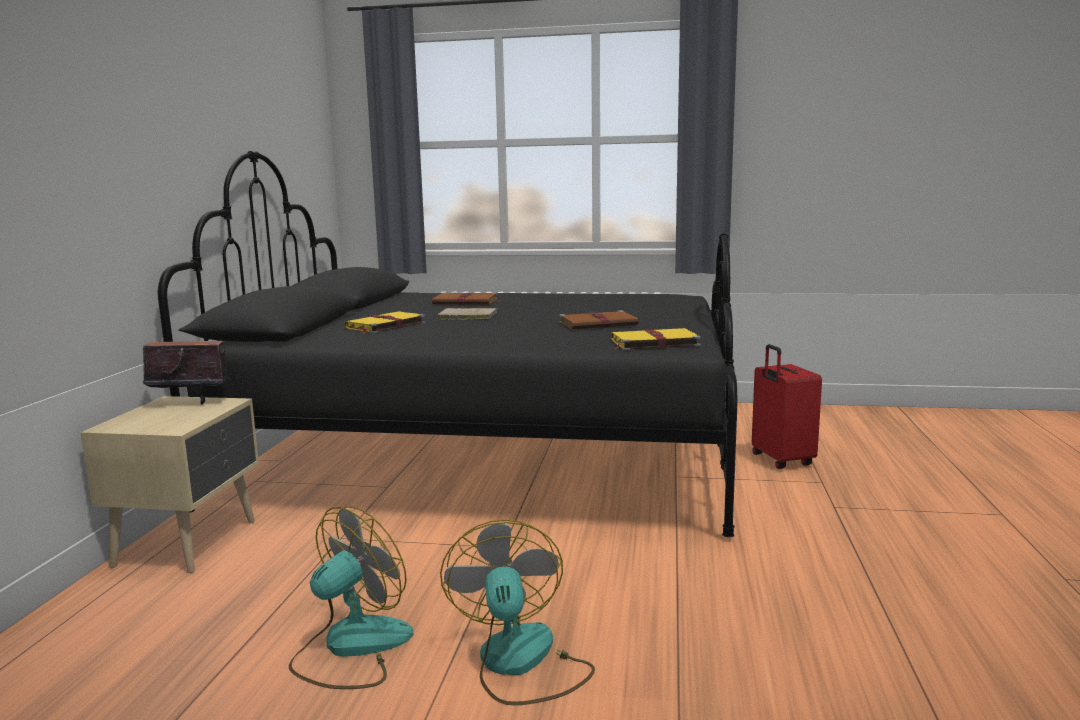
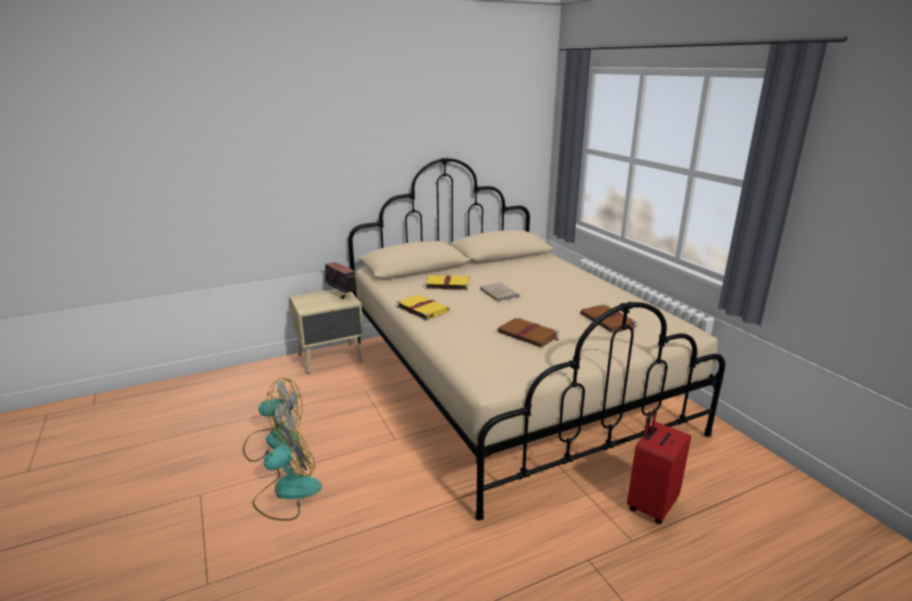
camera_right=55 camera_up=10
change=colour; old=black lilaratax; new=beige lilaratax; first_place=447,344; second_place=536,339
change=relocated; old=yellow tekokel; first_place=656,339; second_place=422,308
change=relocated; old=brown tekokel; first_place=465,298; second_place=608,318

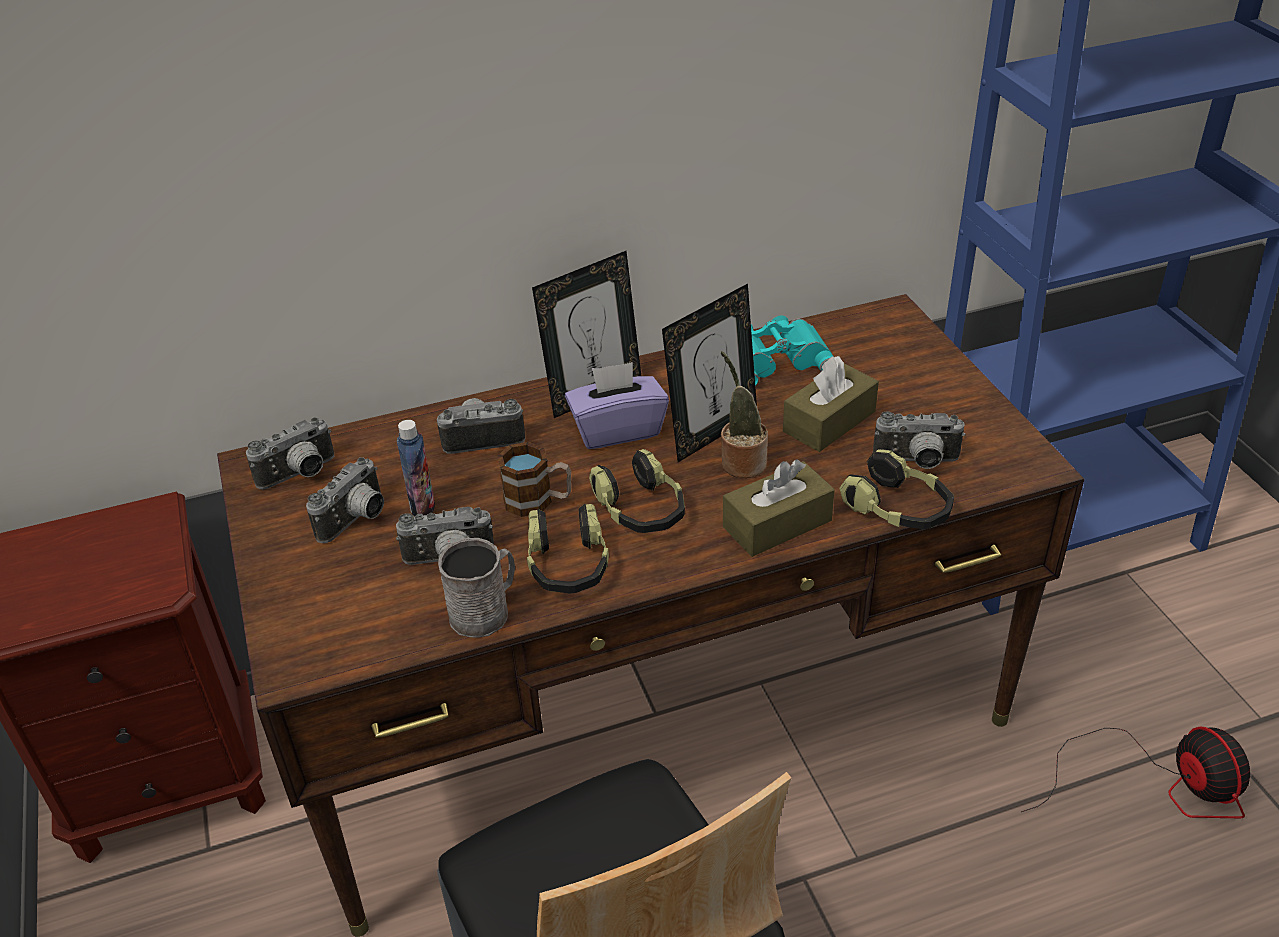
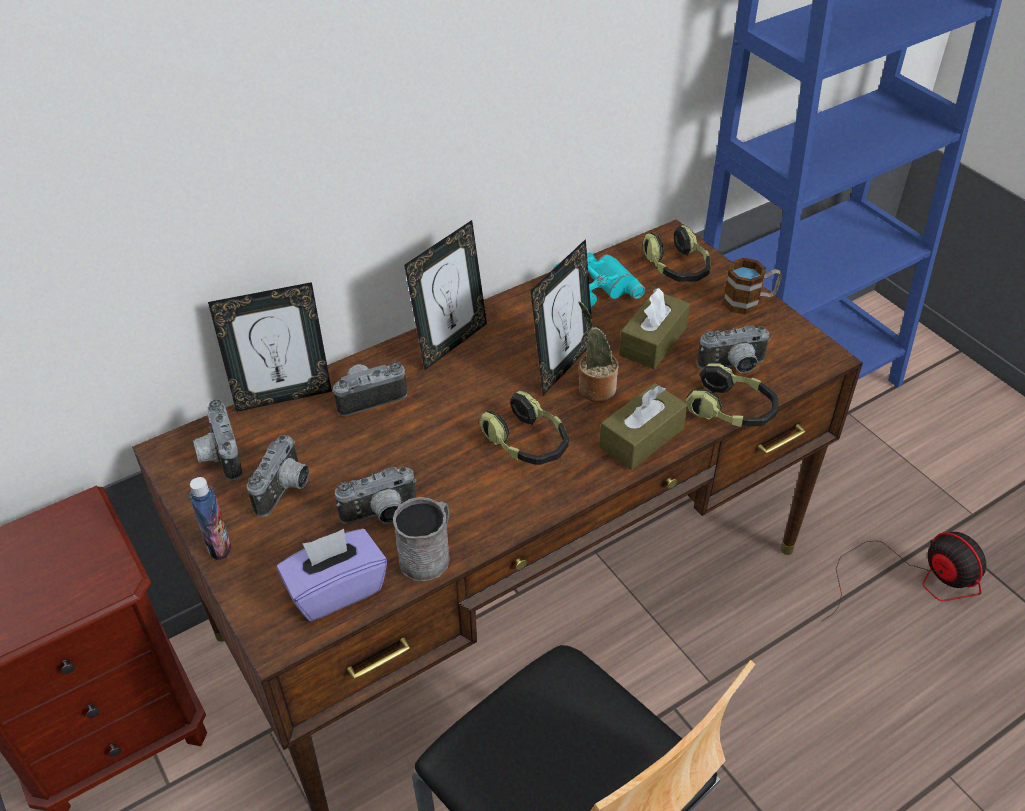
camera_right=-15 camera_up=5
change=relocated; old=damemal; first_place=416,468; second_place=210,518
change=spun; old=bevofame; first_place=290,453; second_place=218,440; degrees=120
change=appeared; new=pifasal; second_place=270,347
change=relocated; old=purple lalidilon; first_place=617,405; second_place=332,575
change=relocated; old=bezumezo; first_place=568,548; second_place=677,253
change=relocated; old=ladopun; first_place=534,479; second_place=752,286

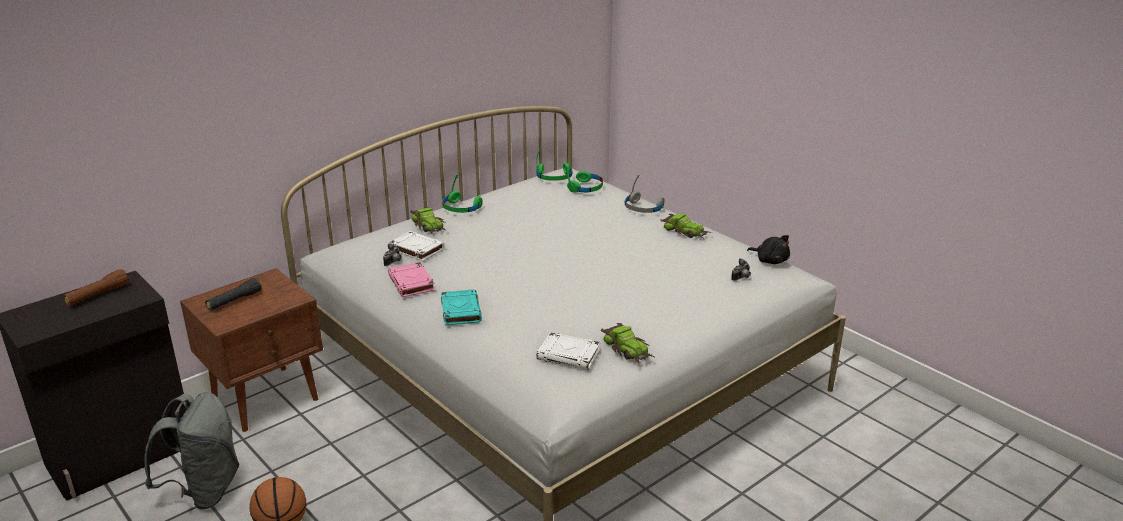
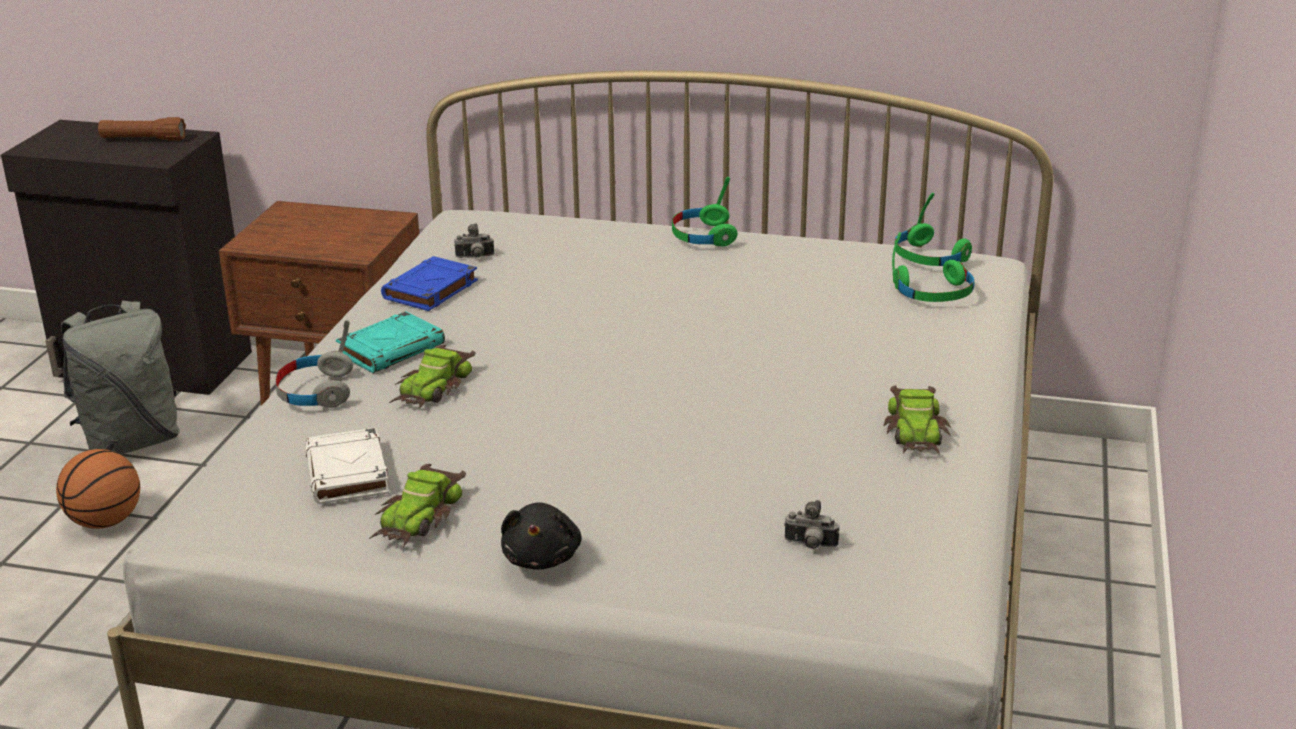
camera_right=55 camera_up=0
change=relocated; old=grey bezumezo; first_place=644,194; second_place=314,364
change=colour; old=pink tekokel; new=blue tekokel; first_place=411,279; second_place=429,283
change=relocated; old=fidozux; first_place=428,220; second_place=432,377
change=relocated; old=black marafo; first_place=768,249; second_place=541,536
change=missing; old=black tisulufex; first_place=233,294
change=missing; old=white tekokel; first_place=417,246

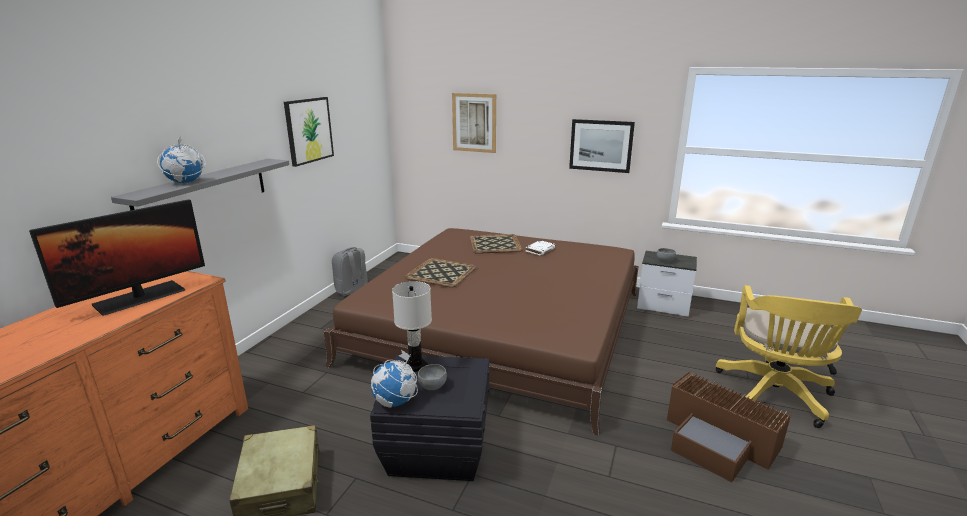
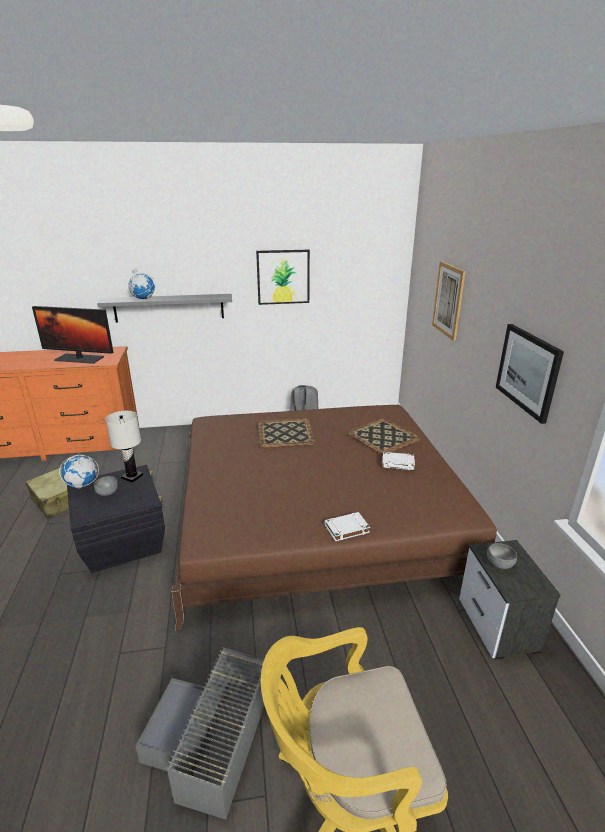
camera_right=60 camera_up=5
change=colour; old=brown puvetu; new=grey puvetu; first_place=729,426; second_place=200,733
change=appeared; new=white tekokel; second_place=347,526

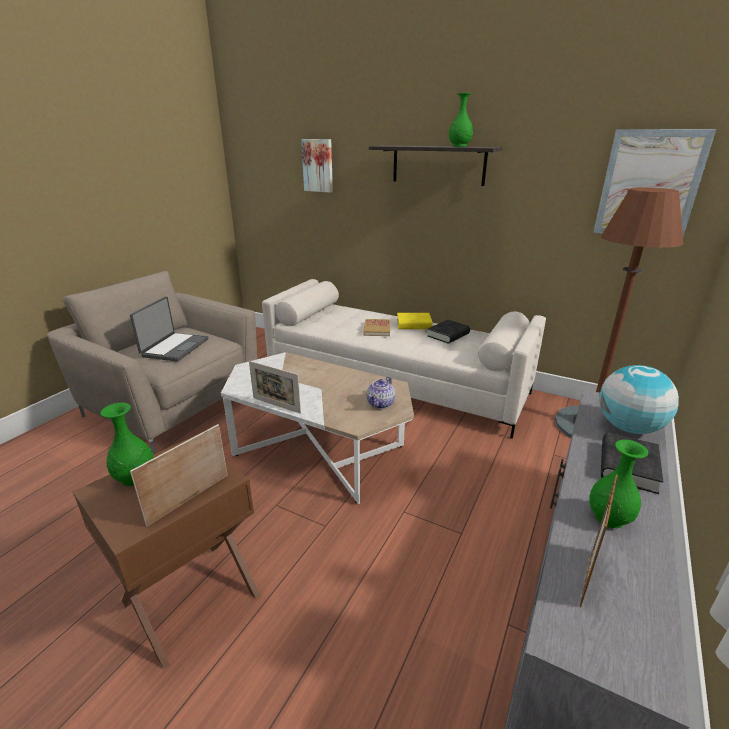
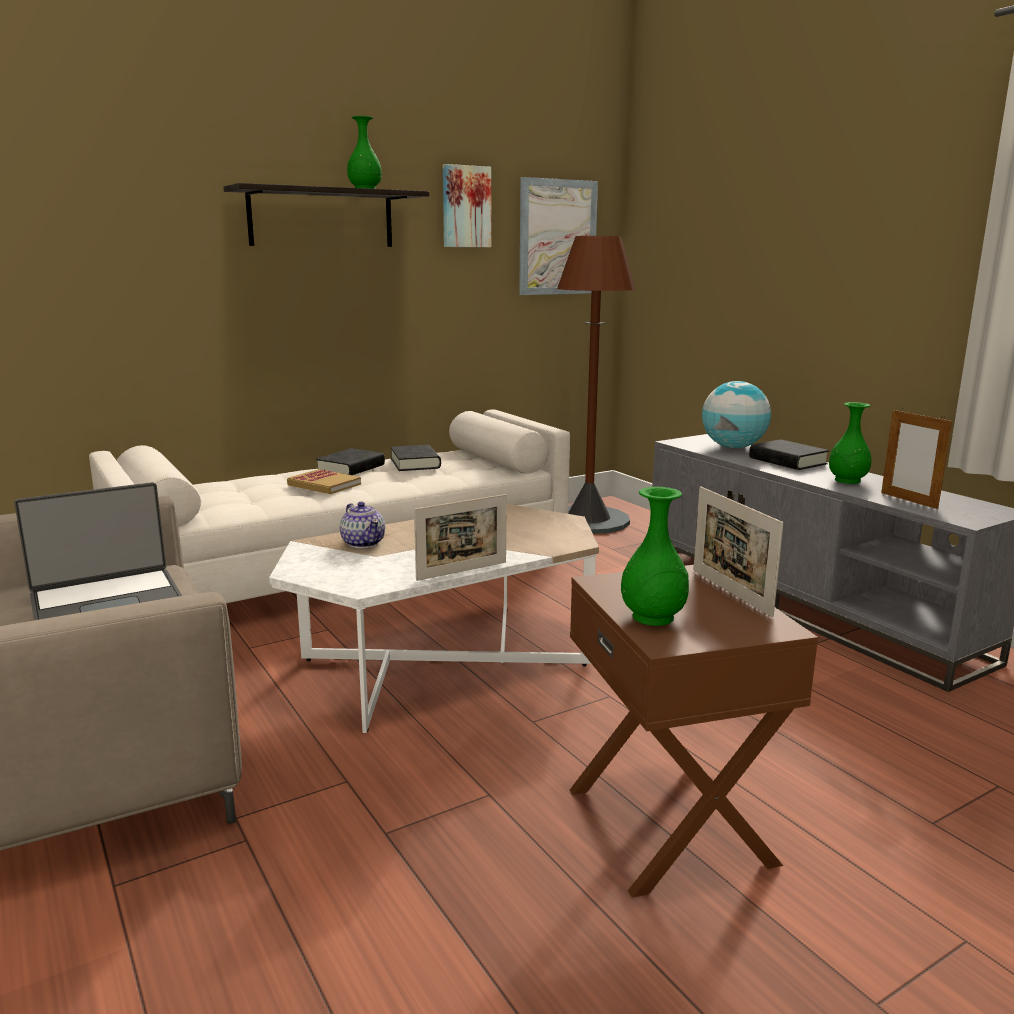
camera_right=-60 camera_up=-10
change=spun; old=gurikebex; first_place=169,328; second_place=98,551; degrees=105
change=colour; old=yellow tekokel; new=black tekokel; first_place=415,321; second_place=350,461
change=relocated; old=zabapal; first_place=381,393; second_place=362,525
change=relocated; old=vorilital; first_place=317,166; second_place=467,205

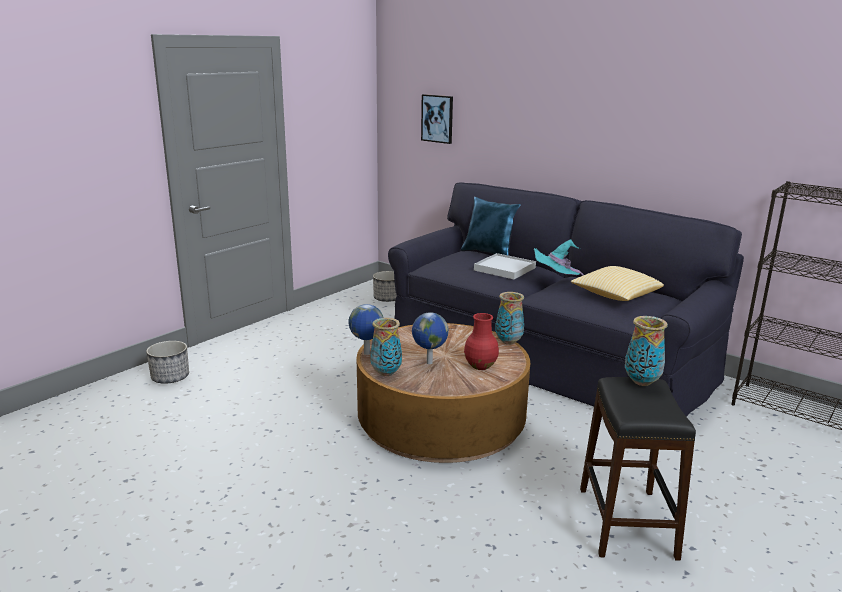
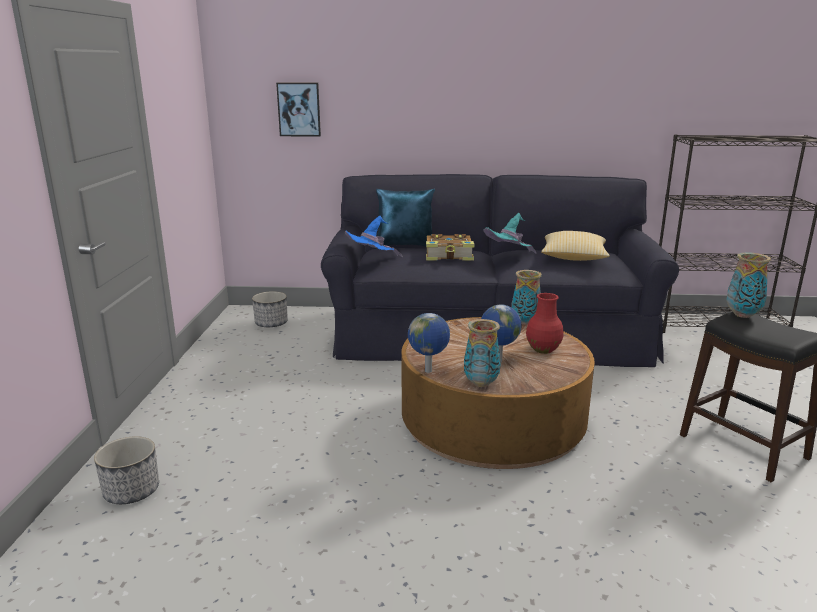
camera_right=-35 camera_up=0
change=appeared; new=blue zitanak; second_place=374,236
change=exchanged; old=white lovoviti; new=tekokel; first_place=505,266; second_place=450,247

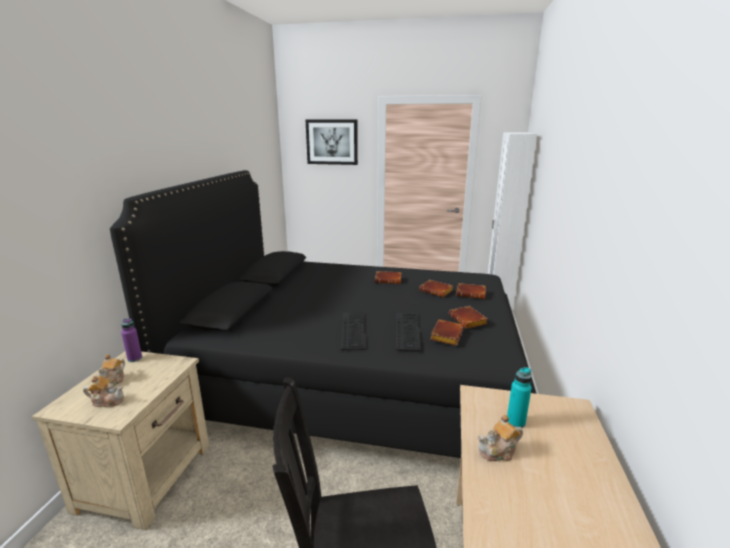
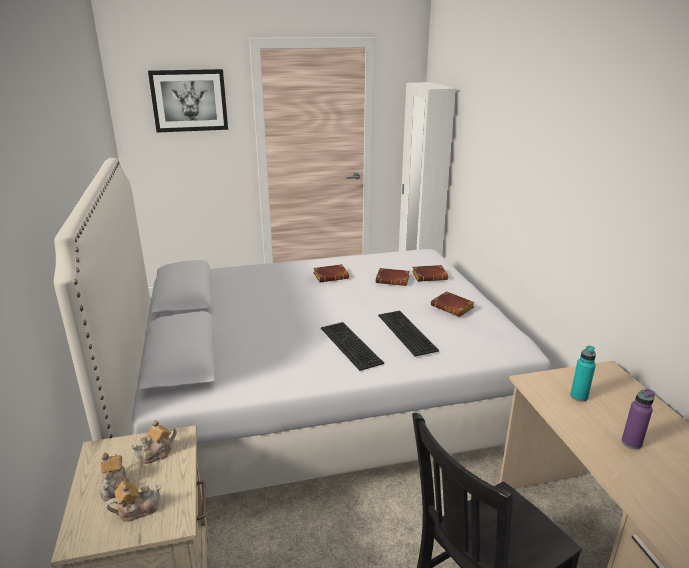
camera_right=-25 camera_up=5
change=colour; old=black lilaratax; new=white lilaratax; first_place=323,314; second_place=302,328
change=relocated; old=zabapal; first_place=500,437; second_place=153,442
change=relocated; old=purple damemal; first_place=131,340; second_place=638,419
change=missing; old=brown tekokel; first_place=447,332

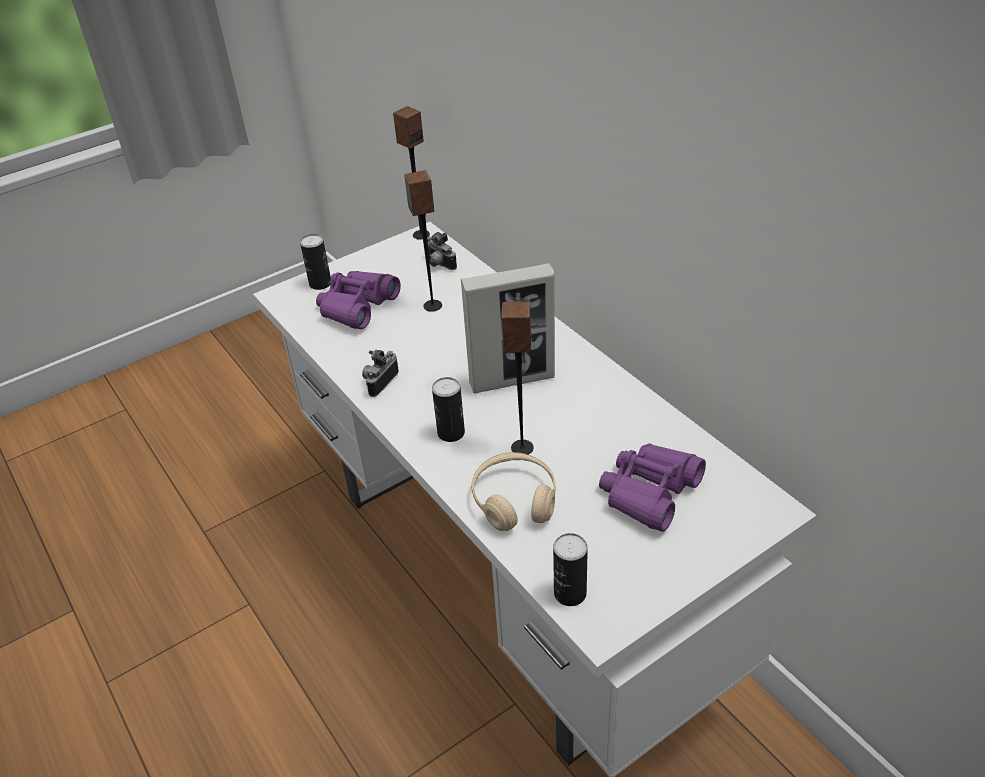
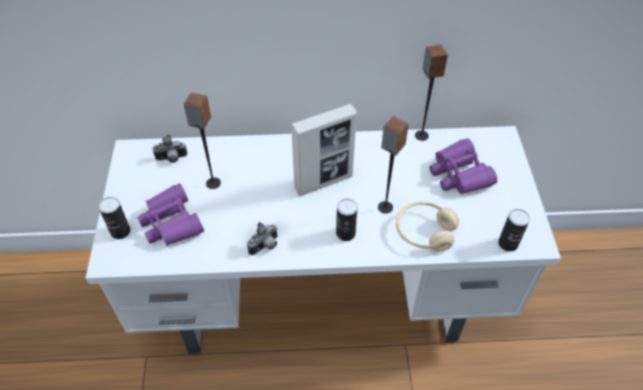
camera_right=-60 camera_up=10
change=spun; old=bevofame; first_place=380,373; second_place=262,238; degrees=-105
change=spun; old=pifasal; first_place=508,328; second_place=324,150; degrees=45
change=relocated; old=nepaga; first_place=411,173; second_place=431,93

